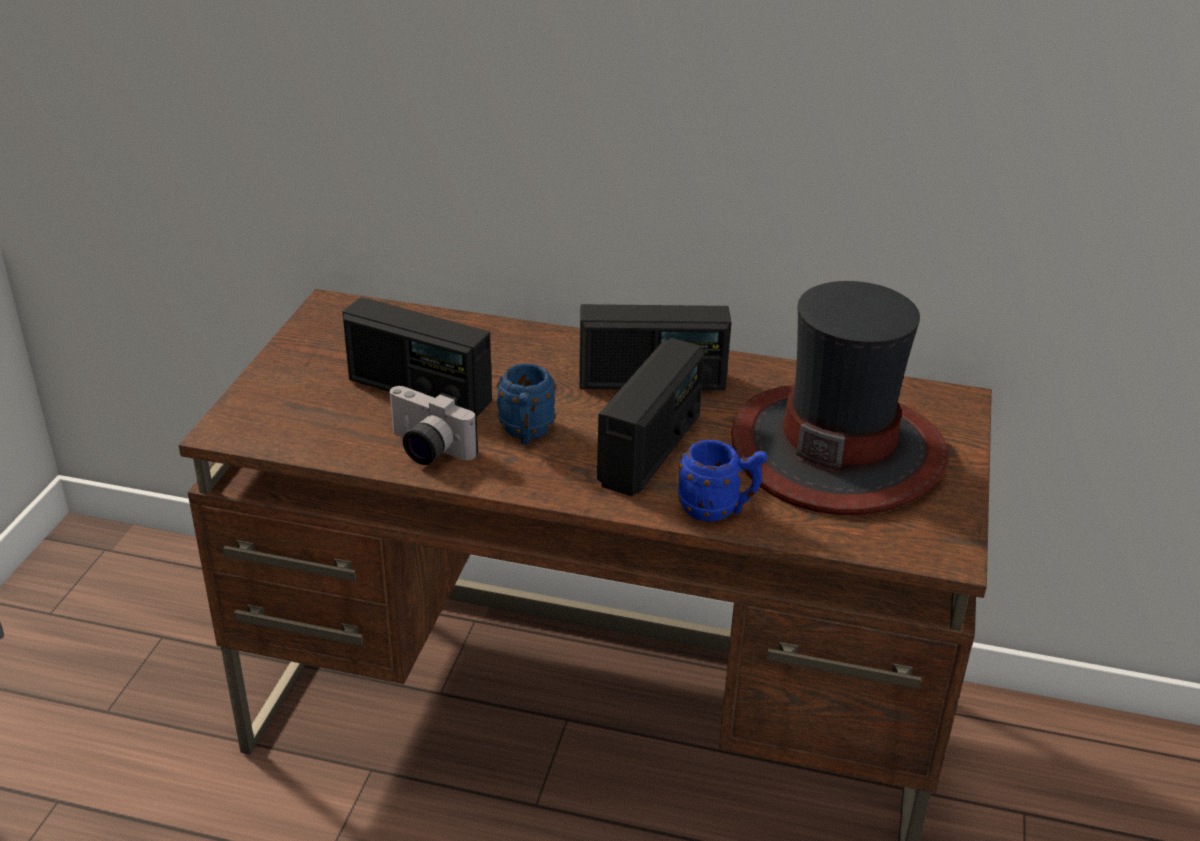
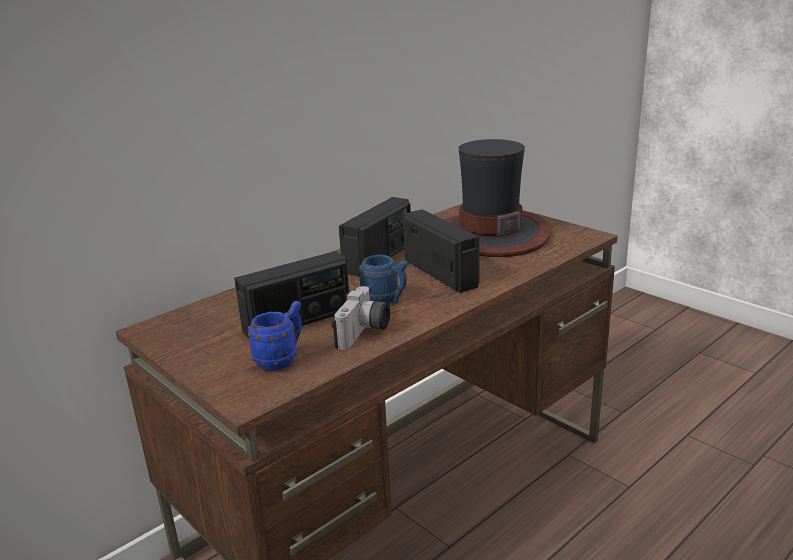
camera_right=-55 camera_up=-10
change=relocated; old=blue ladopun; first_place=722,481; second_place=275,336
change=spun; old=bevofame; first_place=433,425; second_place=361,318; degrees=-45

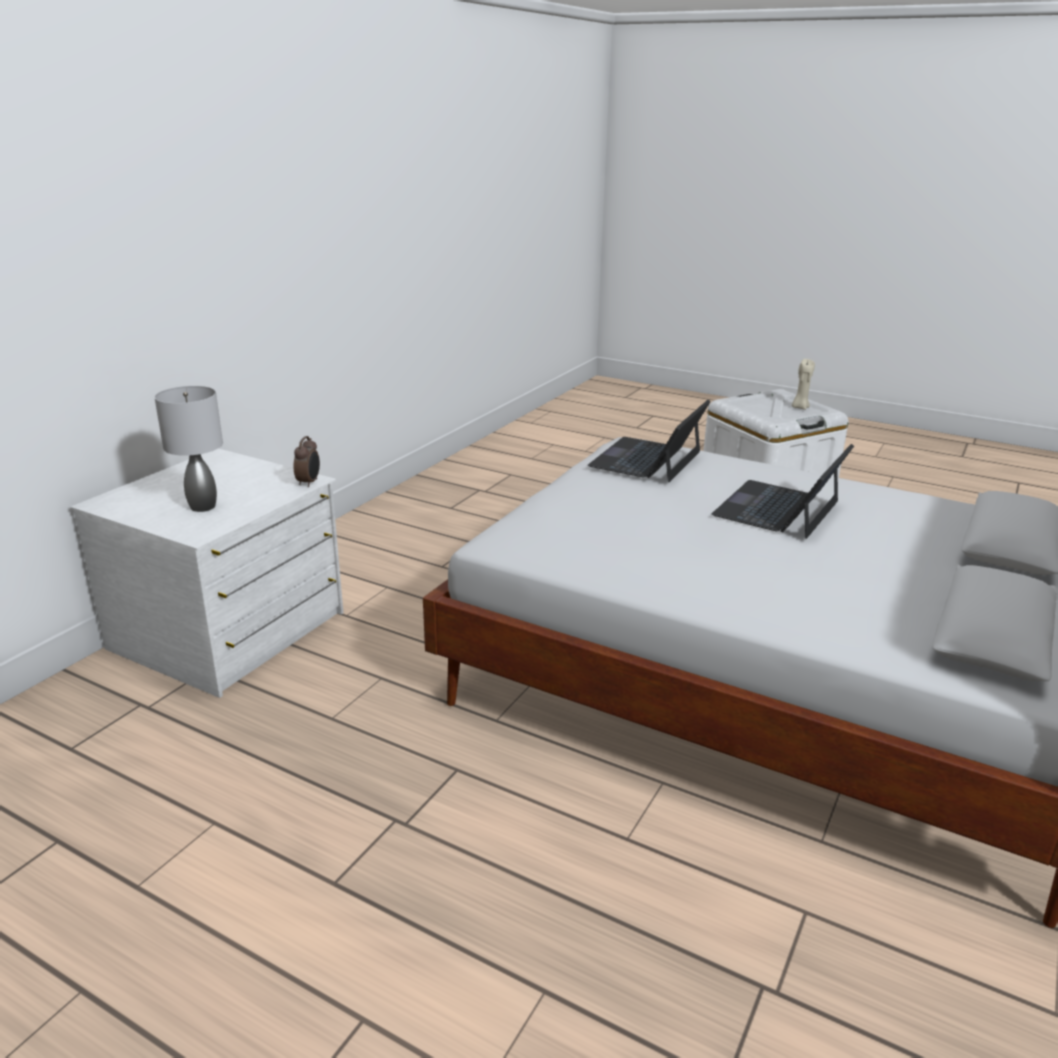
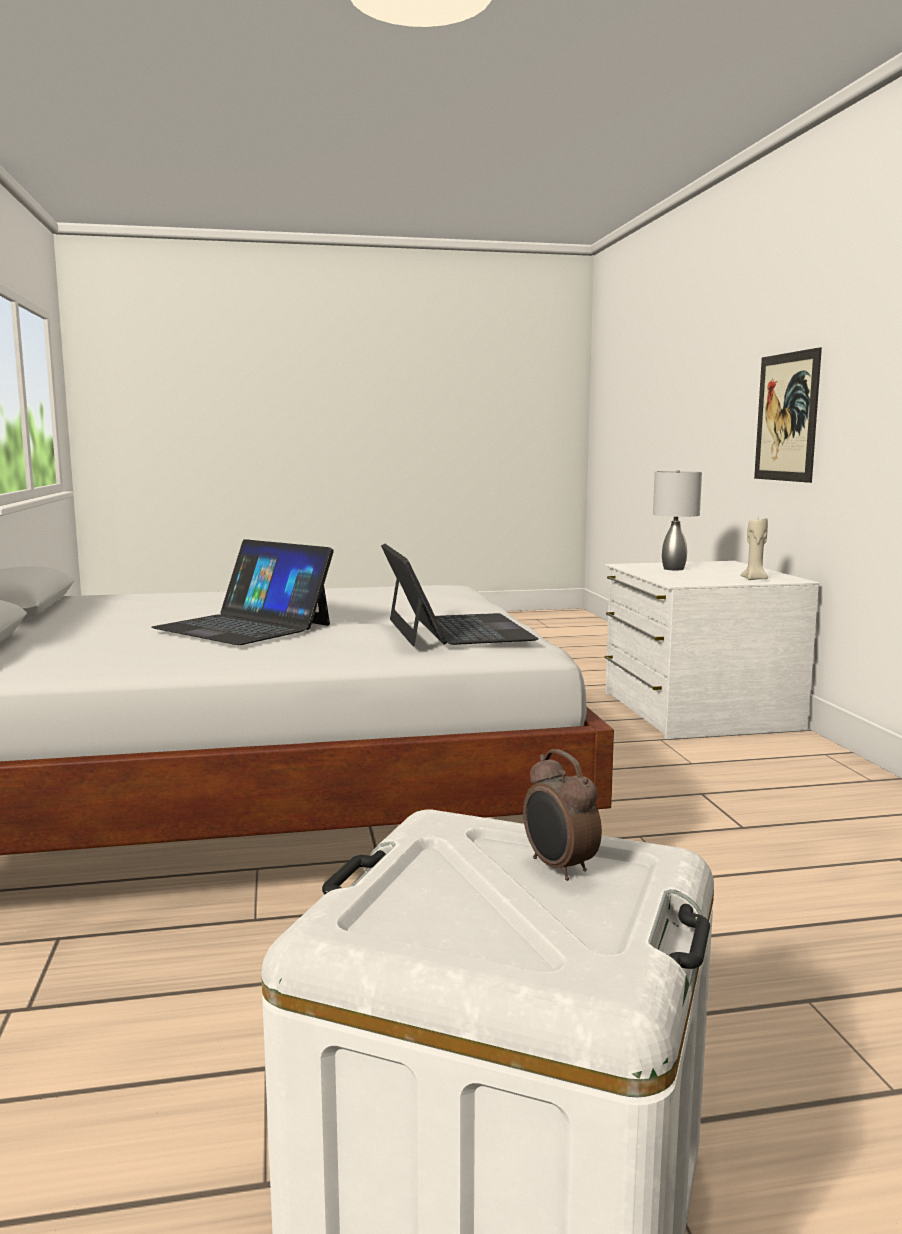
camera_right=140 camera_up=-15
change=spun; old=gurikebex; first_place=782,491; second_place=242,592; degrees=135
change=relocated; old=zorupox; first_place=307,461; second_place=562,815
change=relocated; old=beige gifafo; first_place=803,384; second_place=754,549
change=appeared; new=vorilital; second_place=788,415

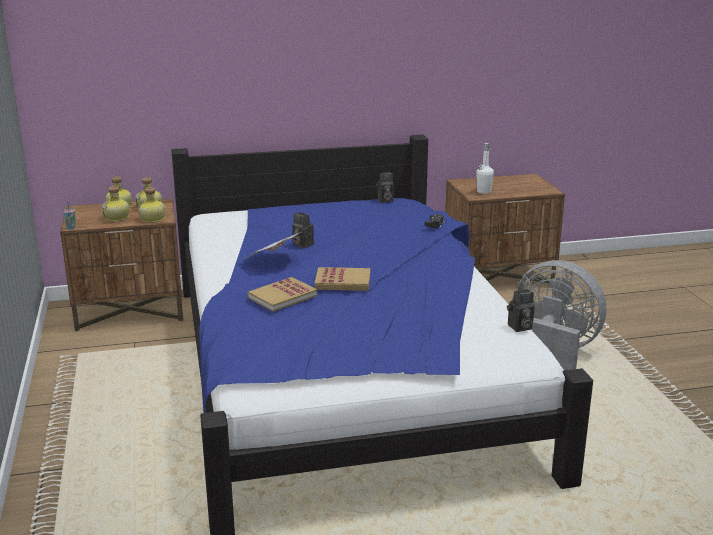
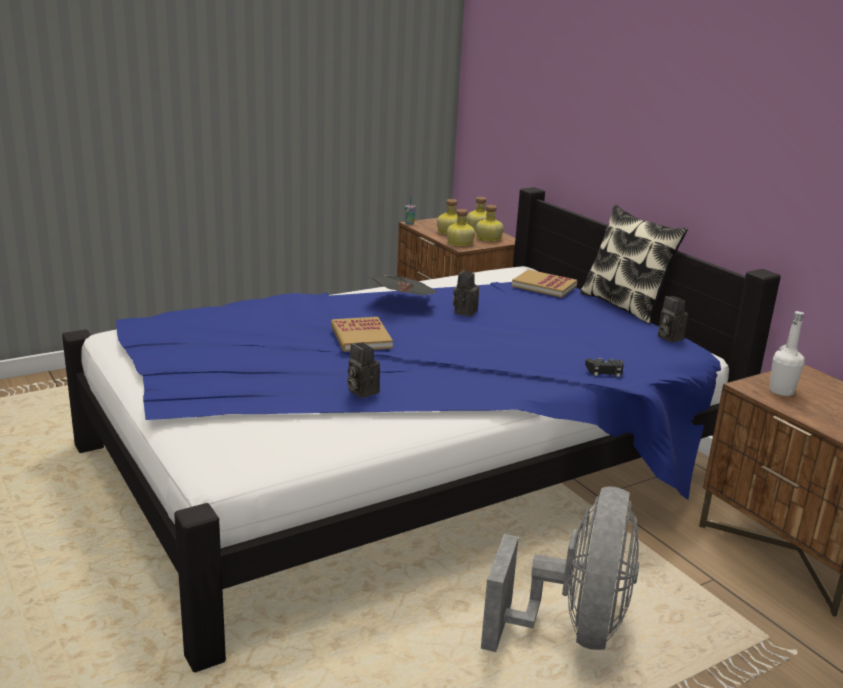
camera_right=70 camera_up=0
change=relocated; old=bevofame; first_place=521,310; second_place=363,370
change=relocated; old=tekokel; first_place=282,294; second_place=545,284
change=appeared; new=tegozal; second_place=634,264

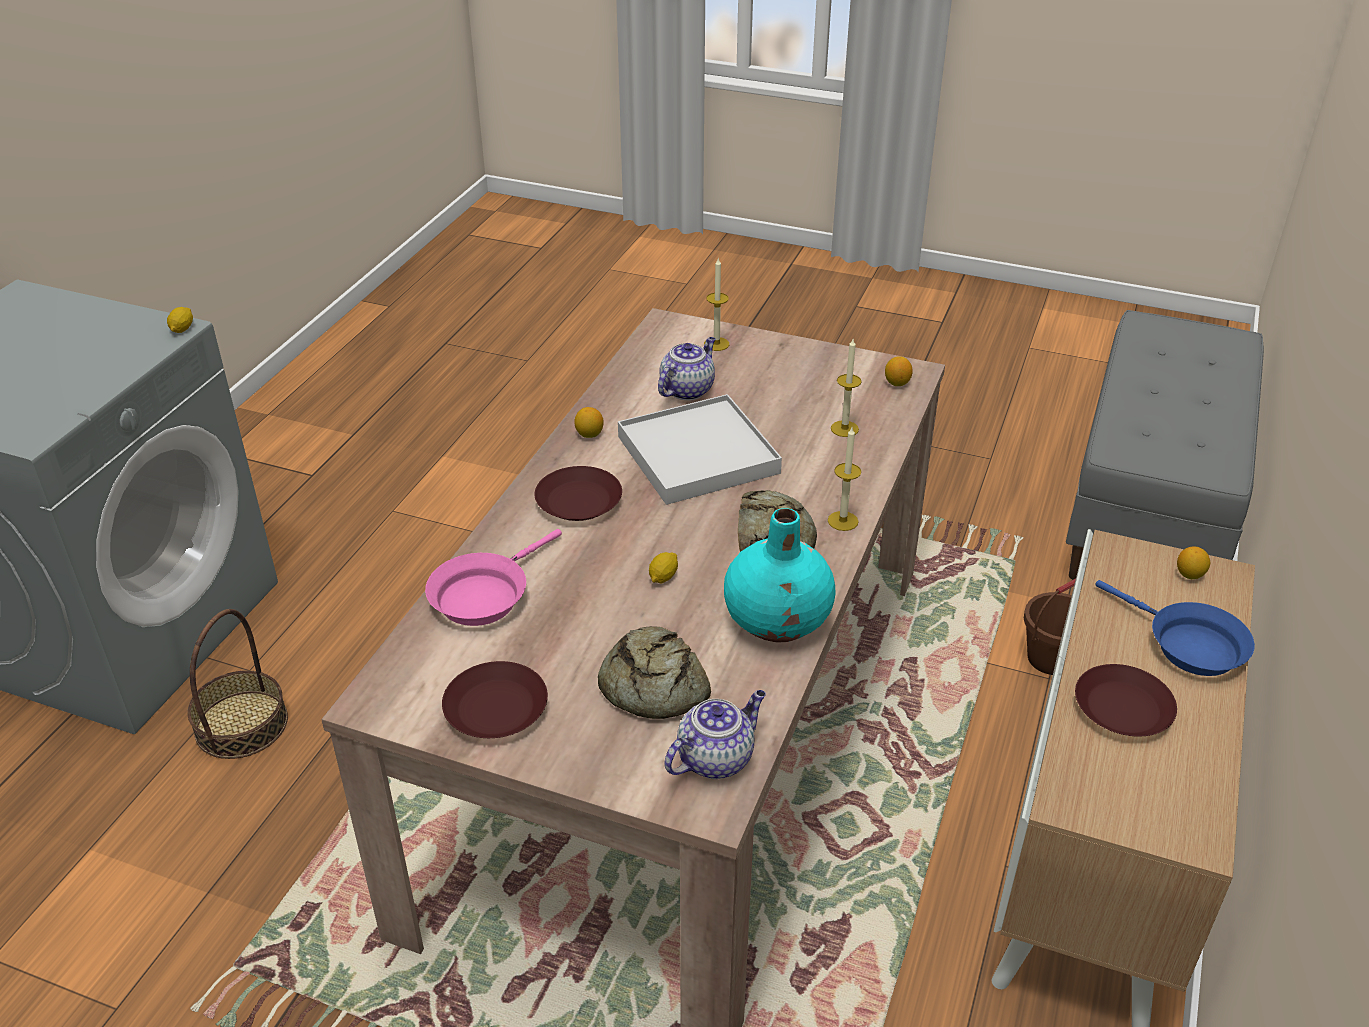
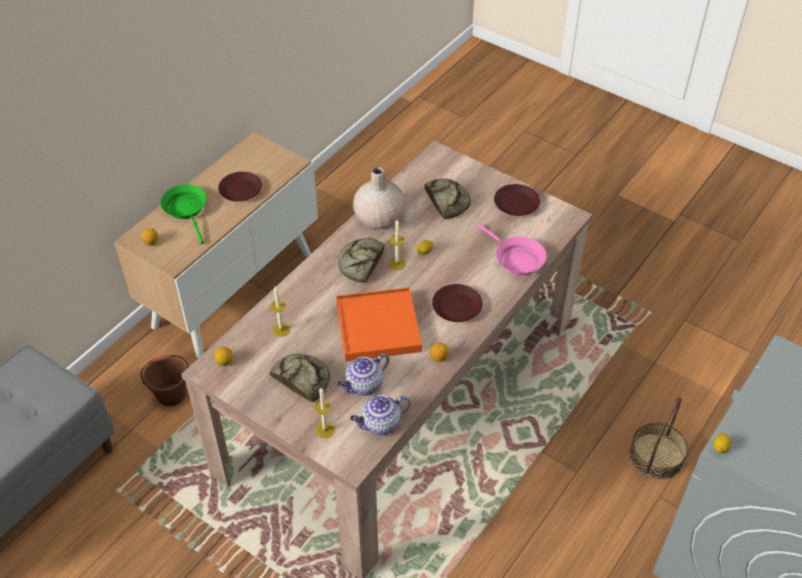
camera_right=-165 camera_up=10
change=colour; old=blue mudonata; new=green mudonata; first_place=1175,628; second_place=183,214
change=appeared; new=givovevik; second_place=299,377
change=colour; old=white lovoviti; new=orange lovoviti; first_place=700,449; second_place=379,324
change=relocated; old=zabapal; first_place=715,734; second_place=380,415
change=colour; old=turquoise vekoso; new=beige vekoso; first_place=779,575; second_place=379,197
change=relocated; old=gifafo; first_place=844,479; second_place=397,245
change=spun; old=pink mudonata; first_place=493,577; second_place=512,249; degrees=90

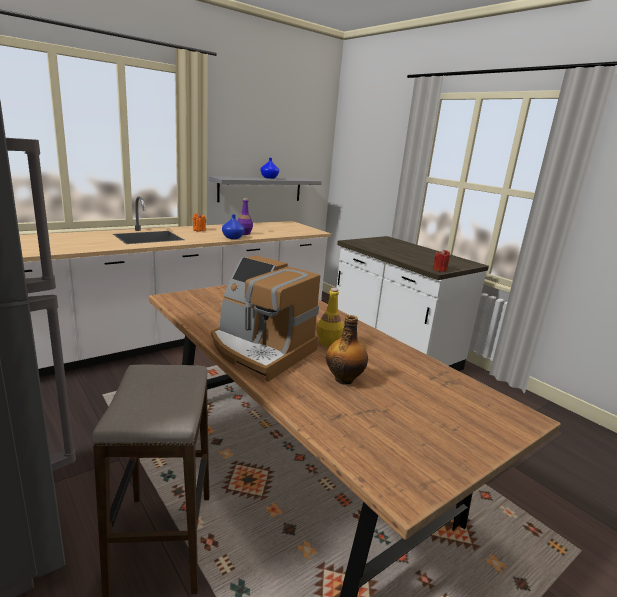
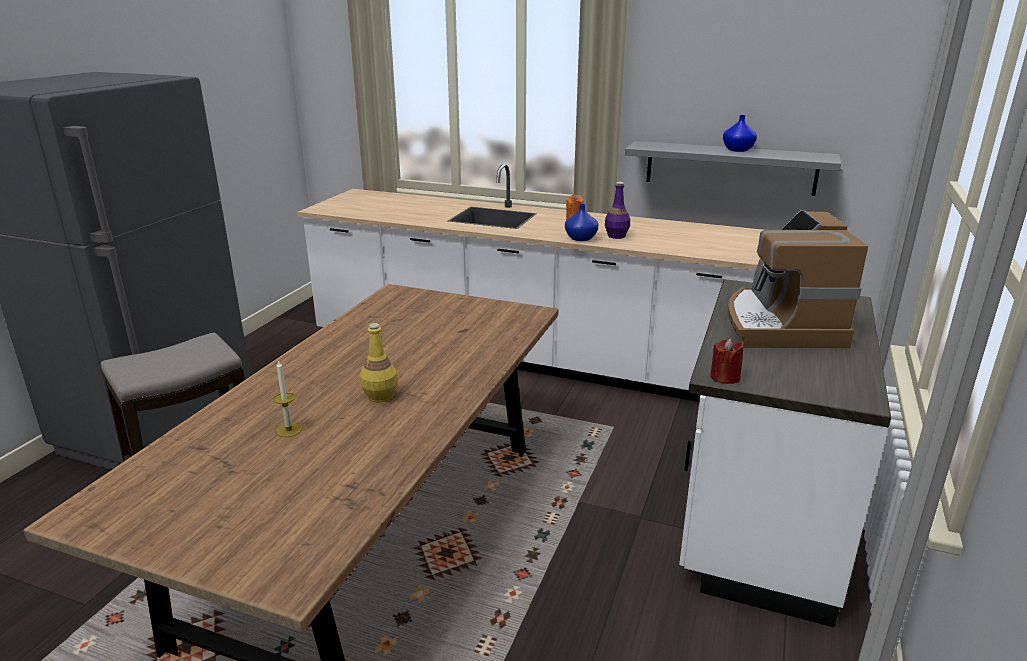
camera_right=60 camera_up=5
change=exchanged; old=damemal; new=gifafo; first_place=347,350; second_place=287,398
change=relocated; old=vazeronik; first_place=265,318; second_place=798,279

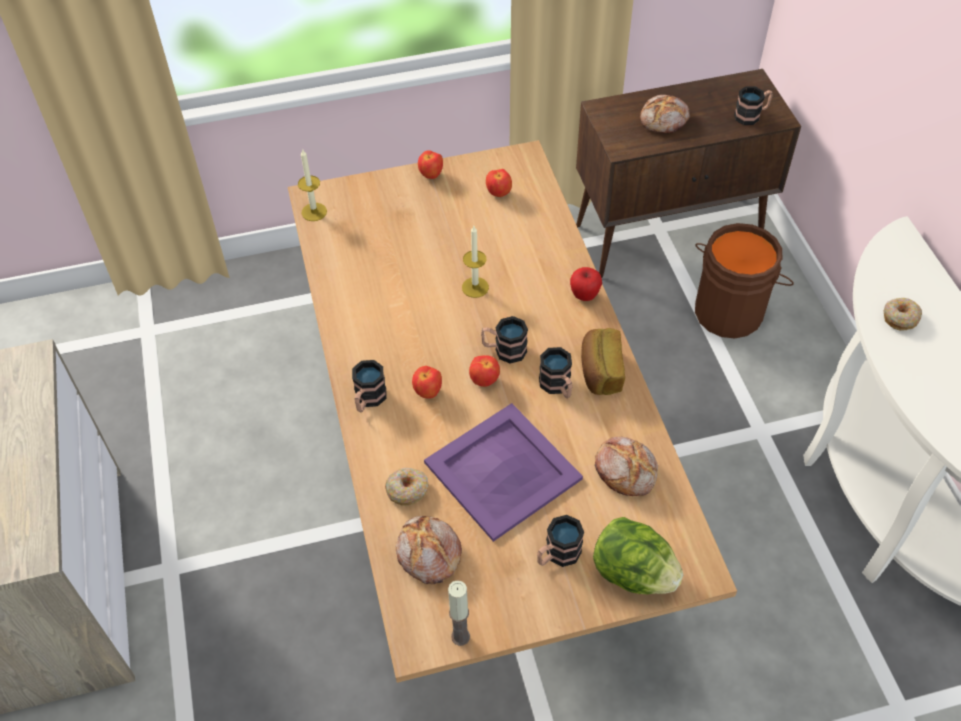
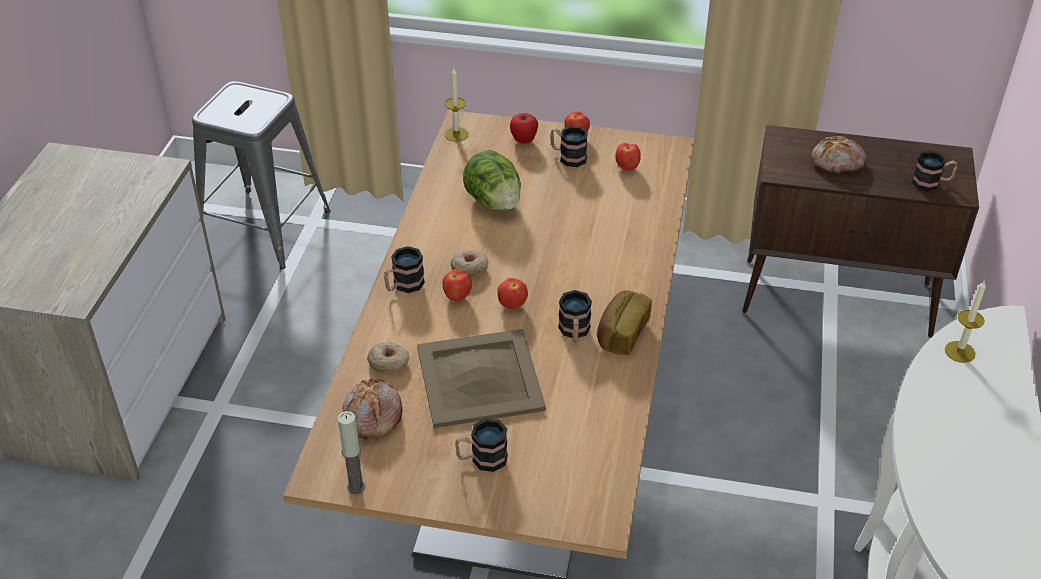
camera_right=25 camera_up=-10
change=appeared; new=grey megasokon; second_place=261,175
change=colour; old=purple lovoviti; new=beige lovoviti; first_place=503,472; second_place=481,378
change=relocated; old=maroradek; first_place=903,314; second_place=469,264
change=relocated; old=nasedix; first_place=638,555; second_place=492,180
change=relocated; old=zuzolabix; first_place=586,284; second_place=524,128
change=relocated; old=ladopun; first_place=504,340; second_place=569,146
change=relocated; old=gifafo; first_place=475,262; second_place=965,321
change=missing; old=givovevik; first_place=626,466
change=missing; old=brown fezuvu; first_place=744,281

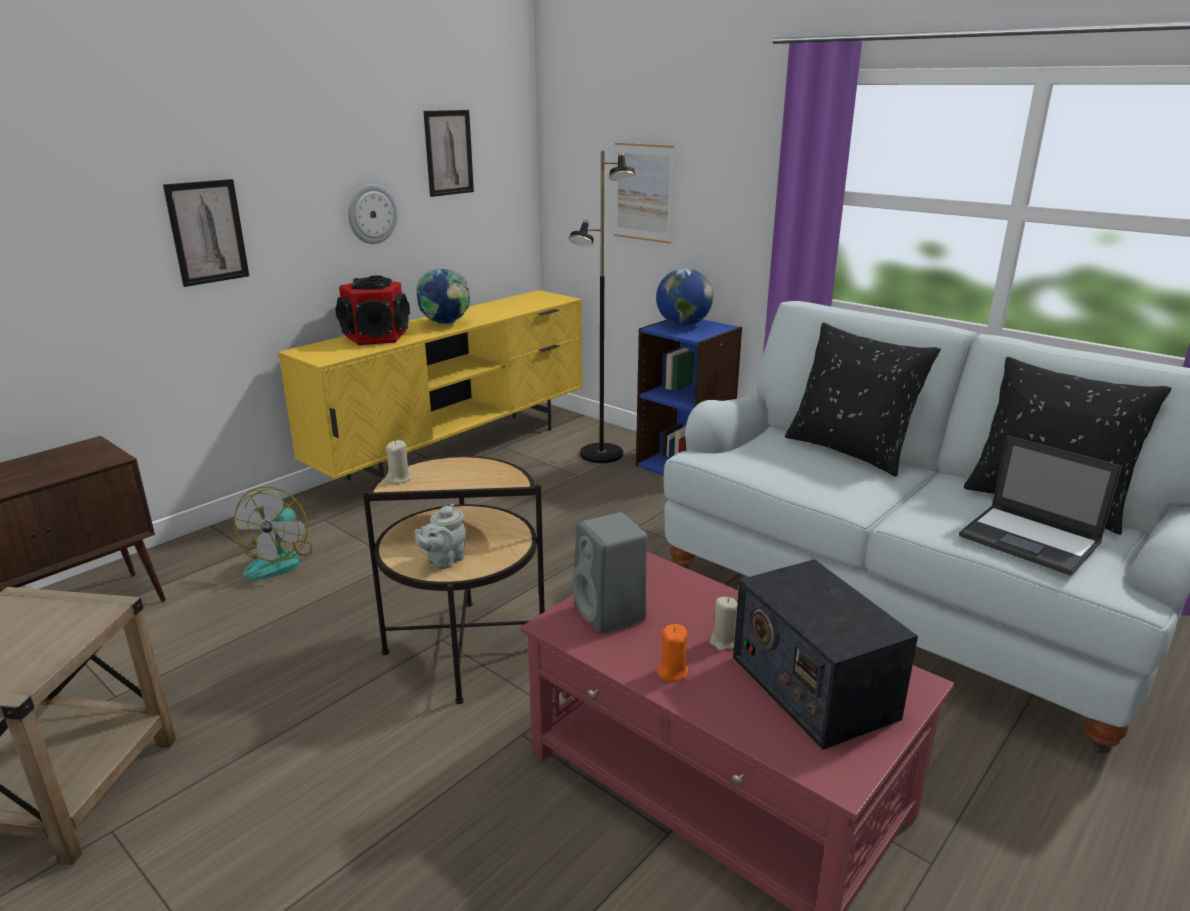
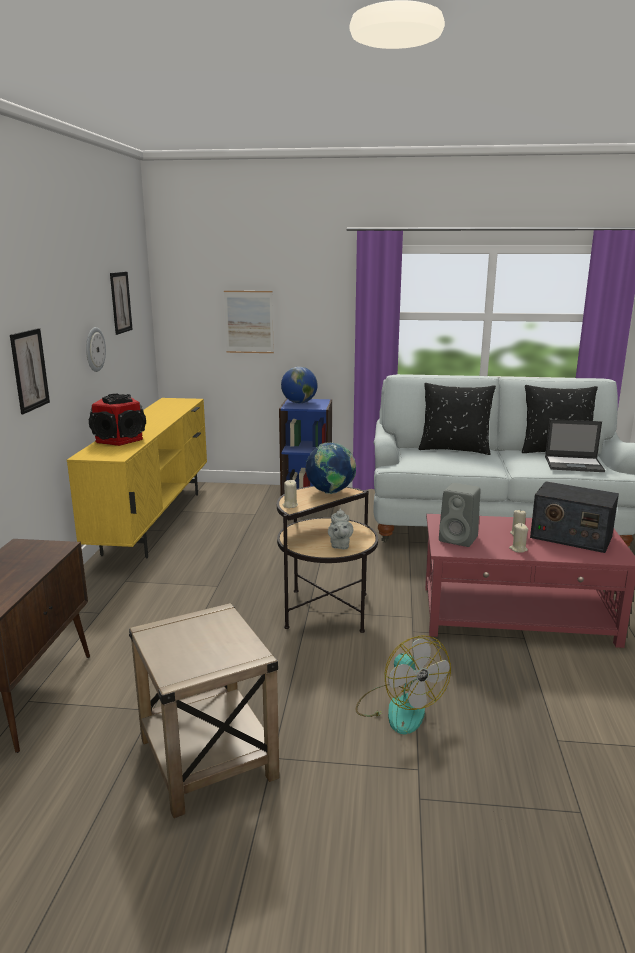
camera_right=-35 camera_up=-5
change=relocated; old=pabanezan; first_place=443,297; second_place=331,468
change=relocated; old=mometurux; first_place=273,532; second_place=403,684
change=colour; old=orange gifafo; new=beige gifafo; first_place=672,653; second_place=518,538
change=missing; old=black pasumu; first_place=602,307

